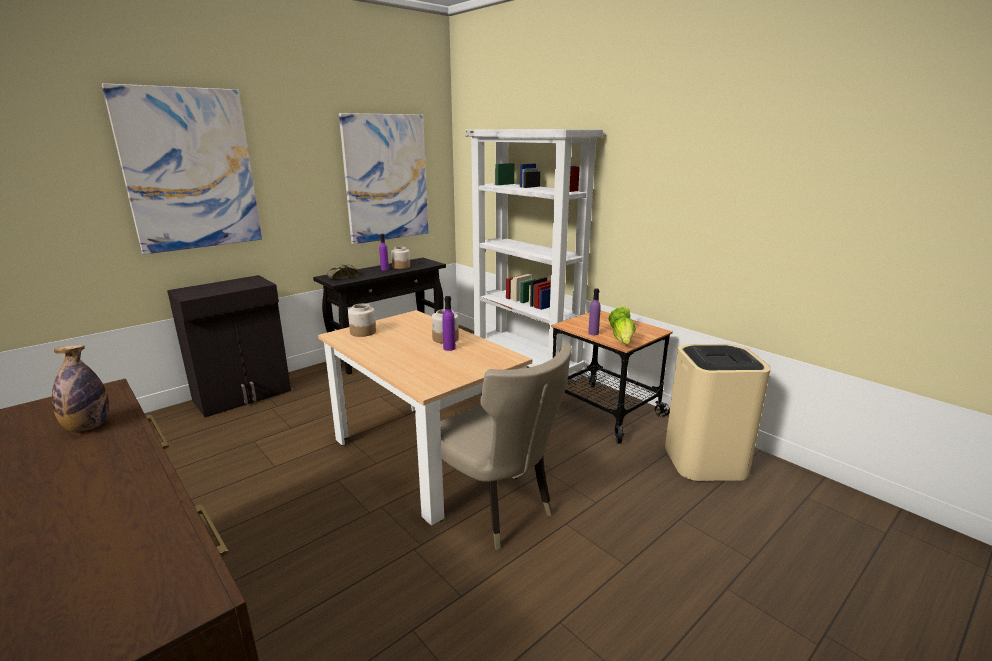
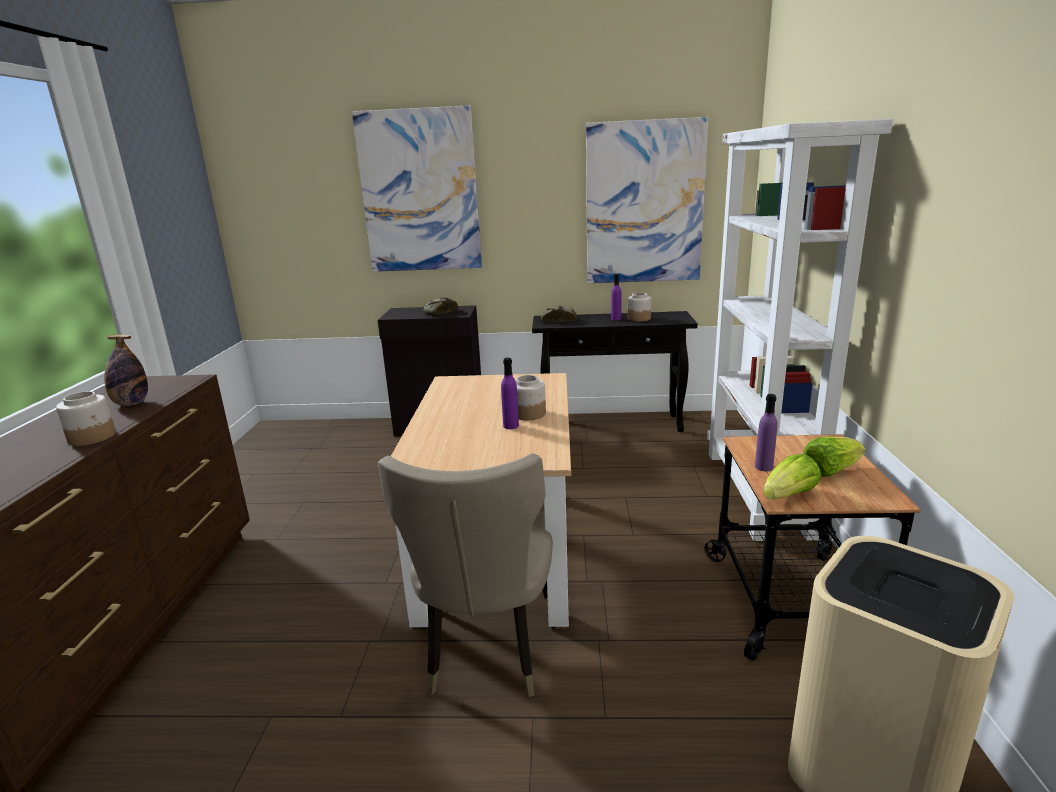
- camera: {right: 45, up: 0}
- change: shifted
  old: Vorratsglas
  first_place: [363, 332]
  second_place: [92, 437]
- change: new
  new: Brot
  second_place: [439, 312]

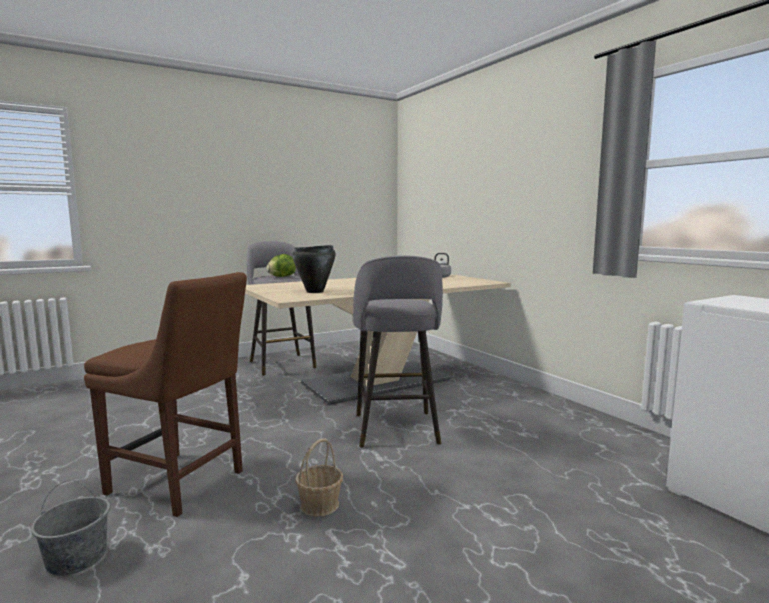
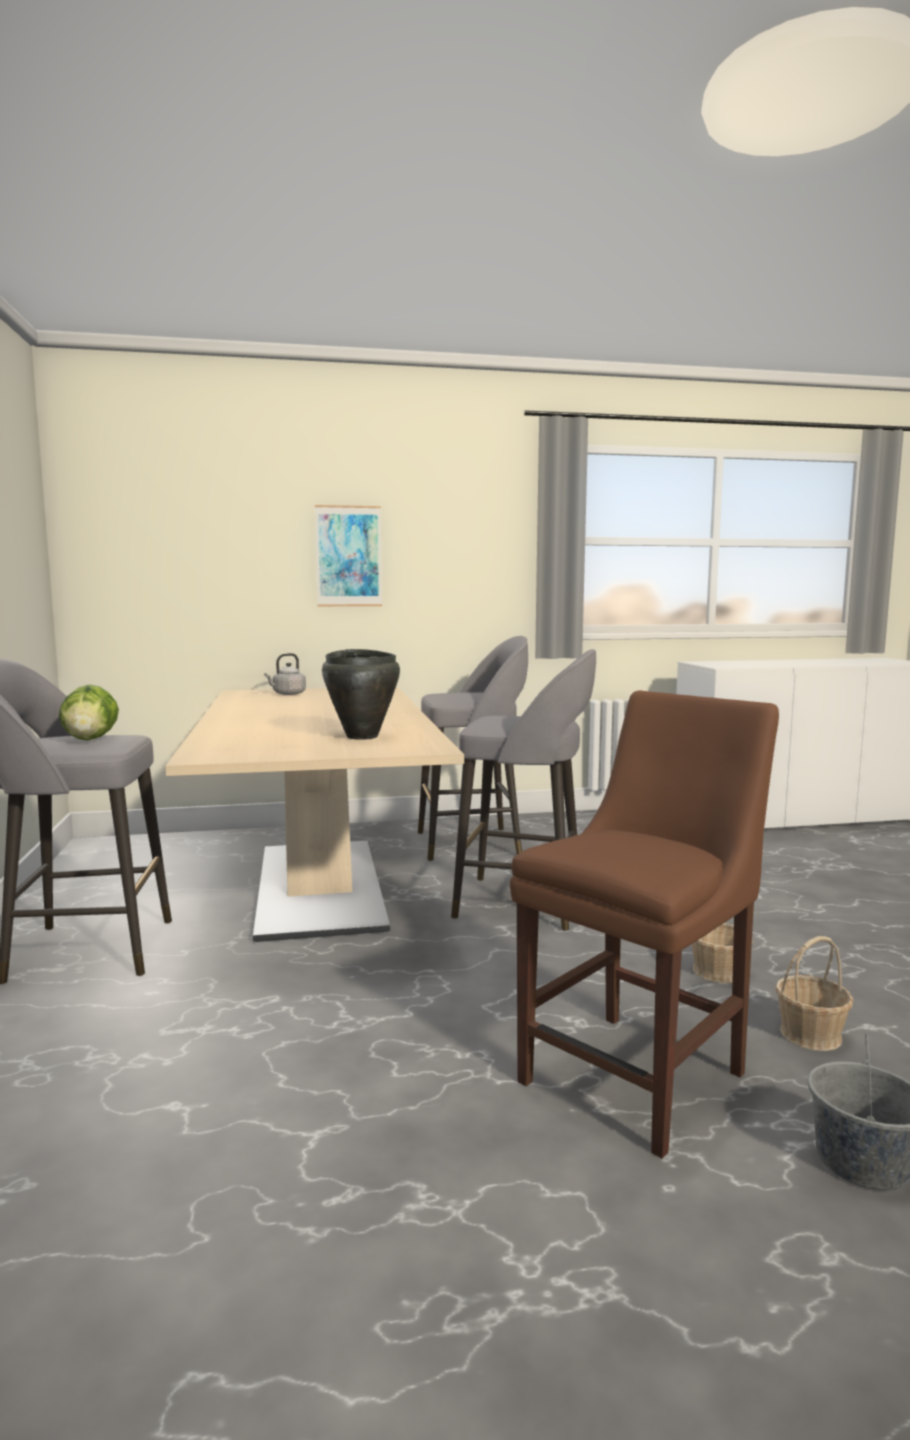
- camera: {right: -70, up: 0}
- change: new
  new: Bild
  second_place: [348, 556]
- change: new
  new: Hocker/grau
  second_place: [472, 844]
- change: new
  new: Korb
  second_place: [811, 1034]

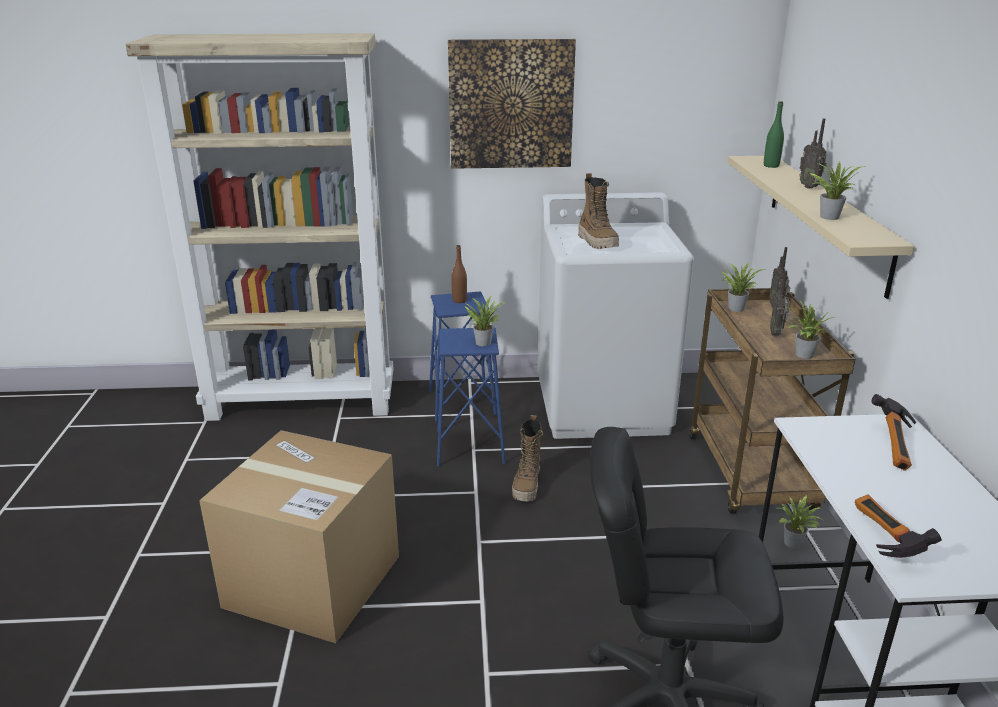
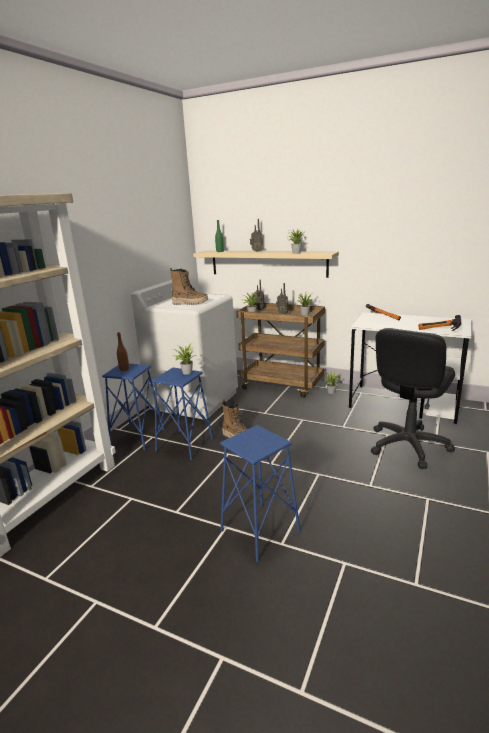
- camera: {right: -60, up: -5}
- change: swapped
  old: Karton
  new: Hocker/blau
  first_place: [313, 581]
  second_place: [260, 531]
- change: gone
  old: Bild
  first_place: [511, 104]

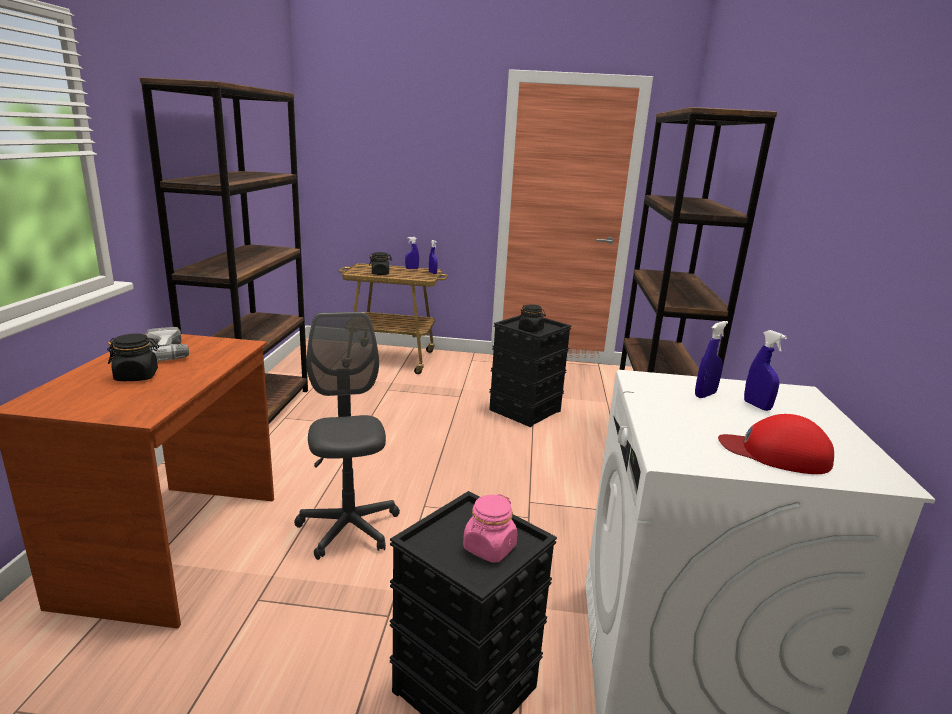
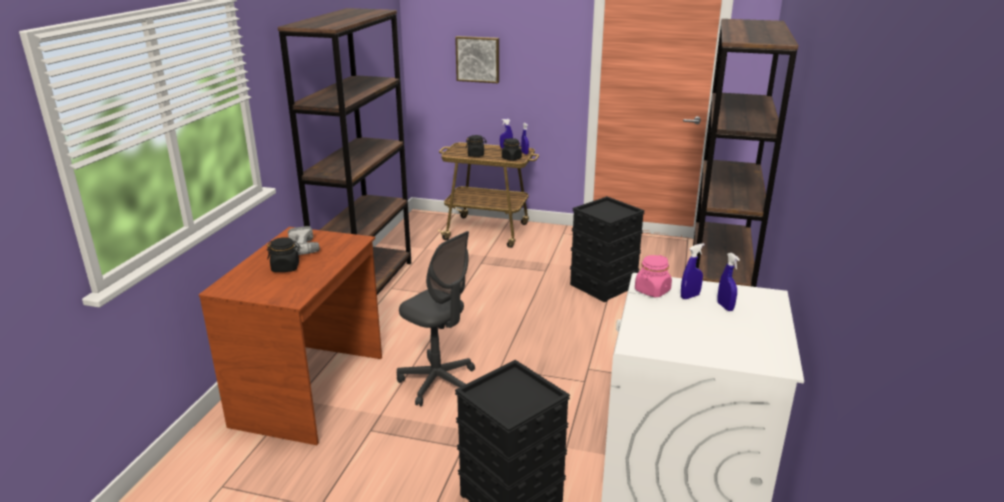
- camera: {right: 10, up: 5}
- change: rotated
  old: Bürostuhl/grau
  first_place: [348, 528]
  second_place: [438, 382]
  degrees: 135
- change: shifted
  old: Vorratsglas/rosa
  first_place: [489, 548]
  second_place: [652, 291]
- change: shifted
  old: Vorratsglas/schwarz
  first_place: [531, 330]
  second_place: [511, 158]
- change: gone
  old: Kappe/rot
  first_place: [775, 453]
- change: new
  new: Bild
  second_place: [478, 59]

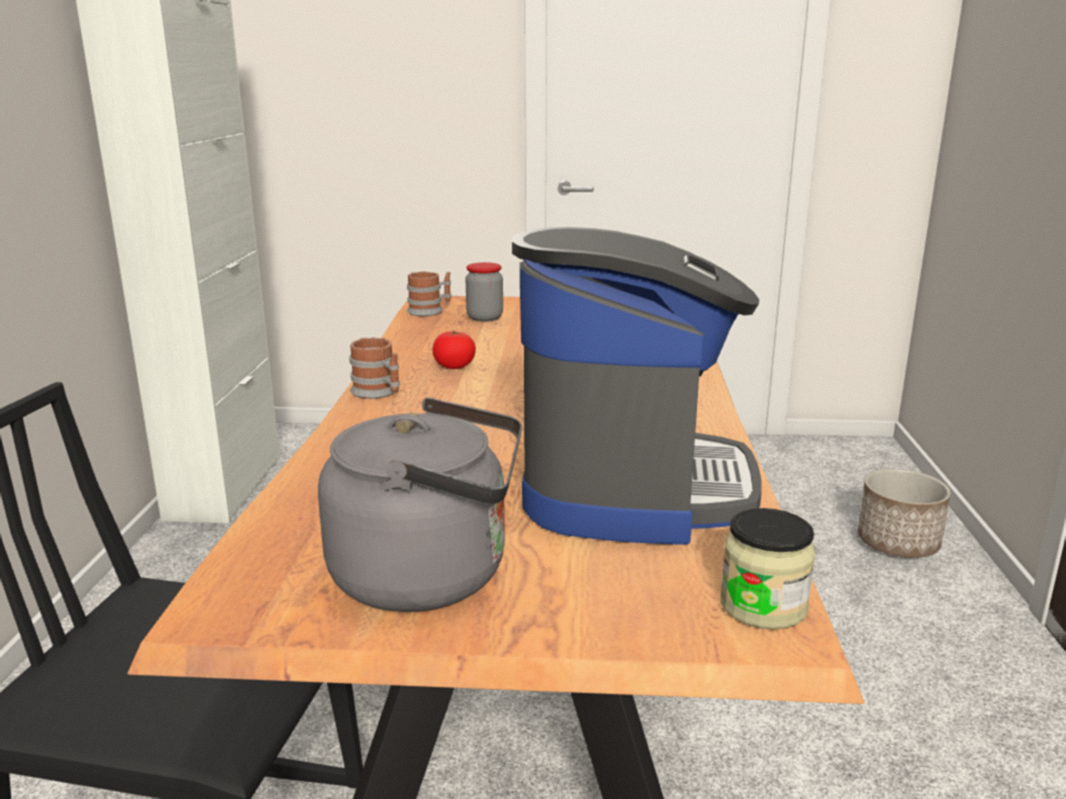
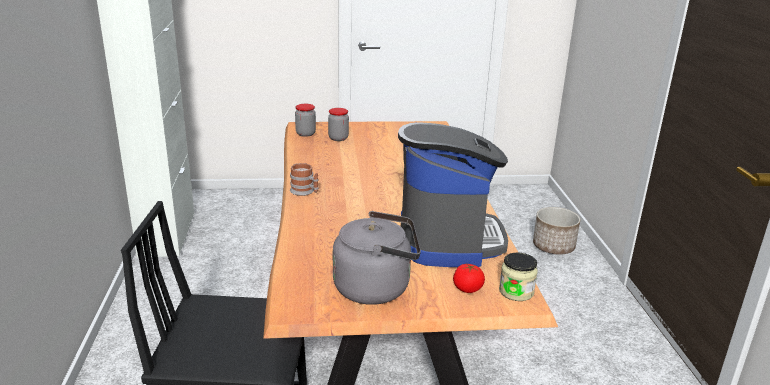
- camera: {right: -10, up: 5}
- change: swapped
  old: Henkelbecher
  new: Vorratsglas
  first_place: [430, 310]
  second_place: [305, 134]
- change: shifted
  old: Tomate
  first_place: [454, 366]
  second_place: [467, 288]

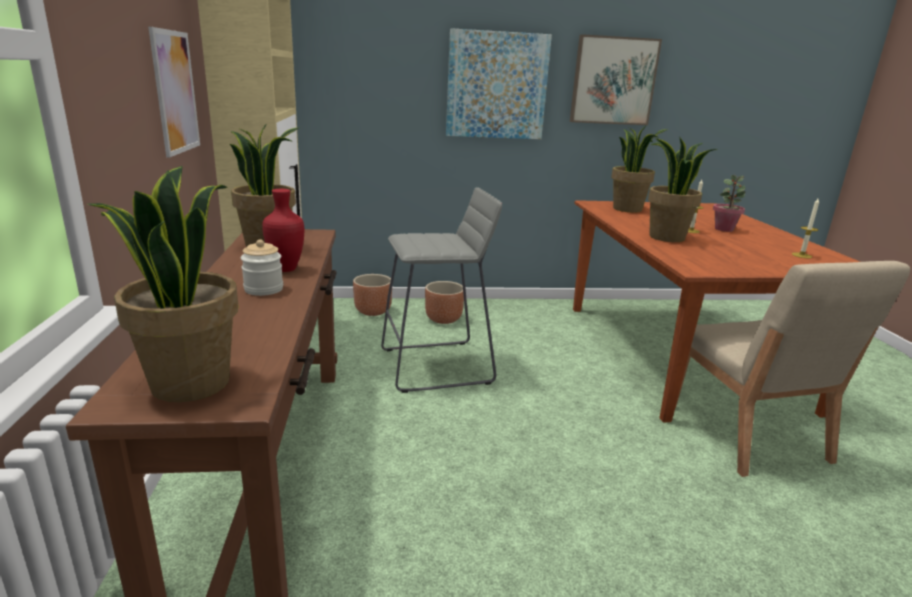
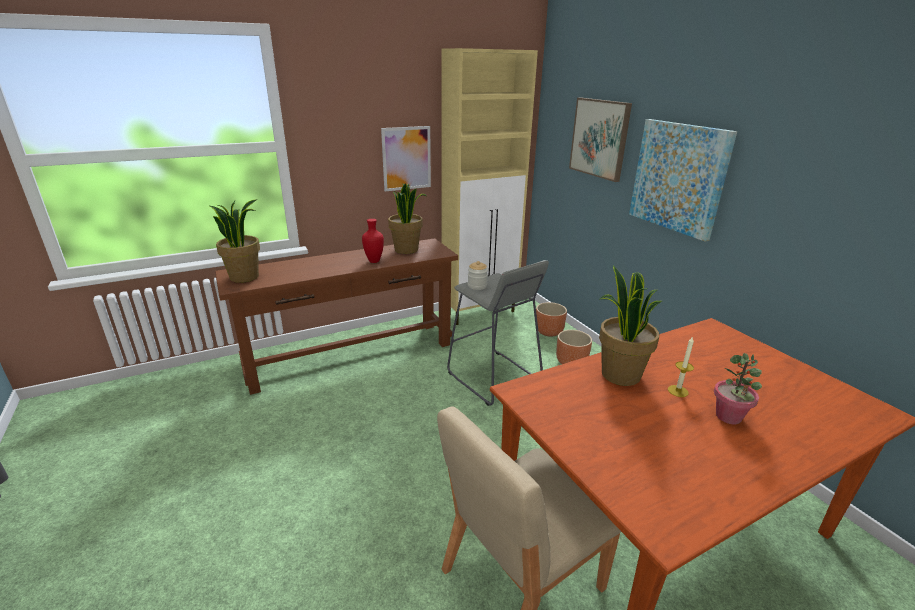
- camera: {right: 70, up: 5}
- change: shifted
  old: Vorratsglas
  first_place: [263, 289]
  second_place: [477, 286]
- change: shifted
  old: Bild
  first_place: [613, 81]
  second_place: [599, 138]
- change: gone
  old: Topfpflanze
  first_place: [628, 209]
- change: gone
  old: Kerze
  first_place: [801, 255]

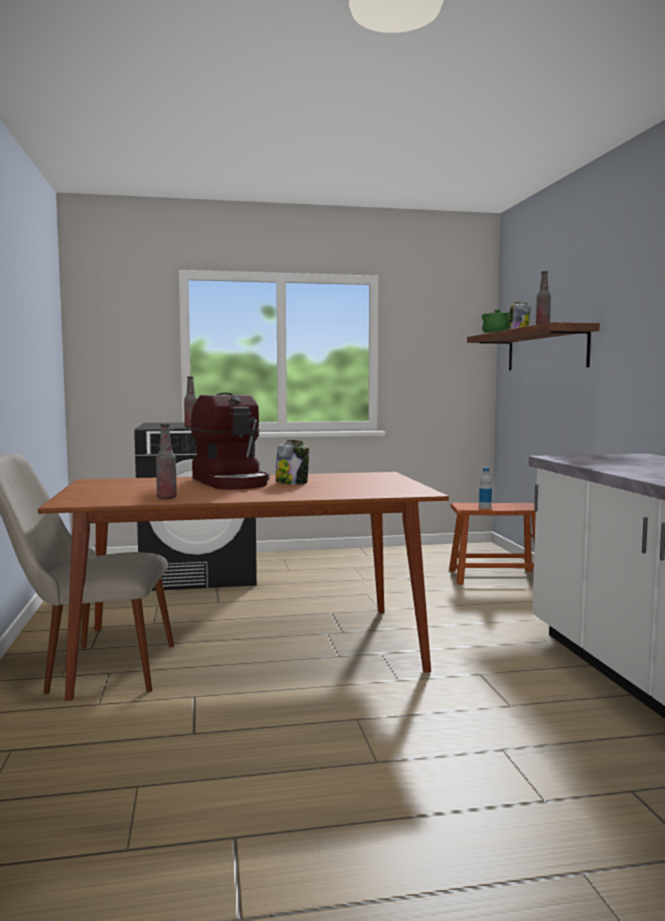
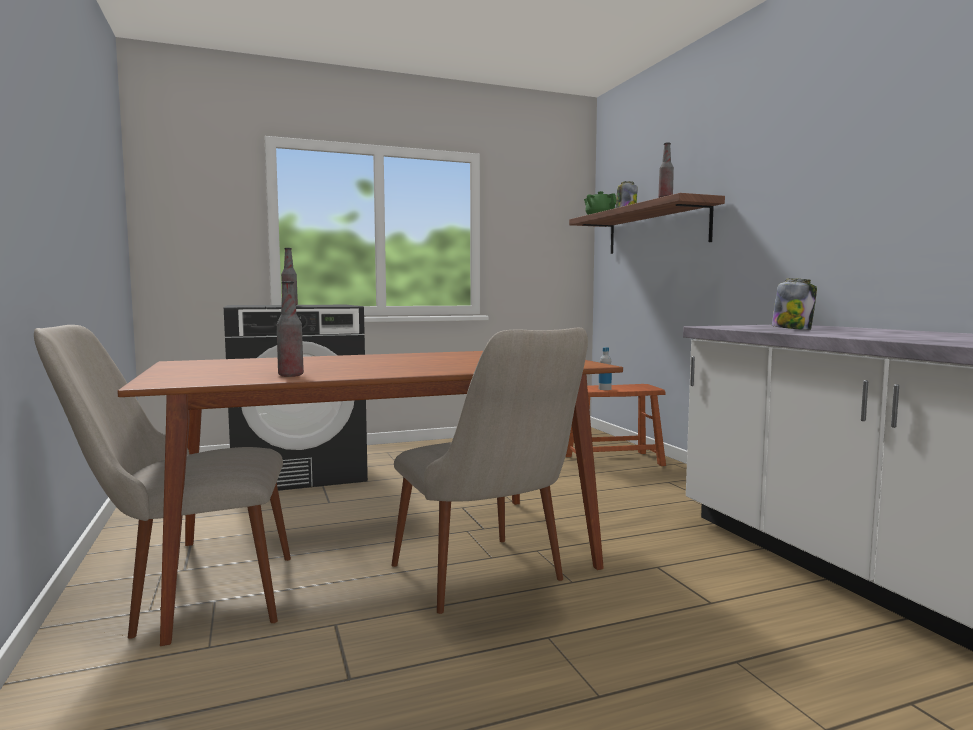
- camera: {right: -10, up: 0}
- change: gone
  old: Kaffeemaschine
  first_place: [232, 482]
- change: shifted
  old: Vorratsglas
  first_place: [292, 483]
  second_place: [792, 329]
- change: new
  new: Stuhl/beige
  second_place: [490, 584]

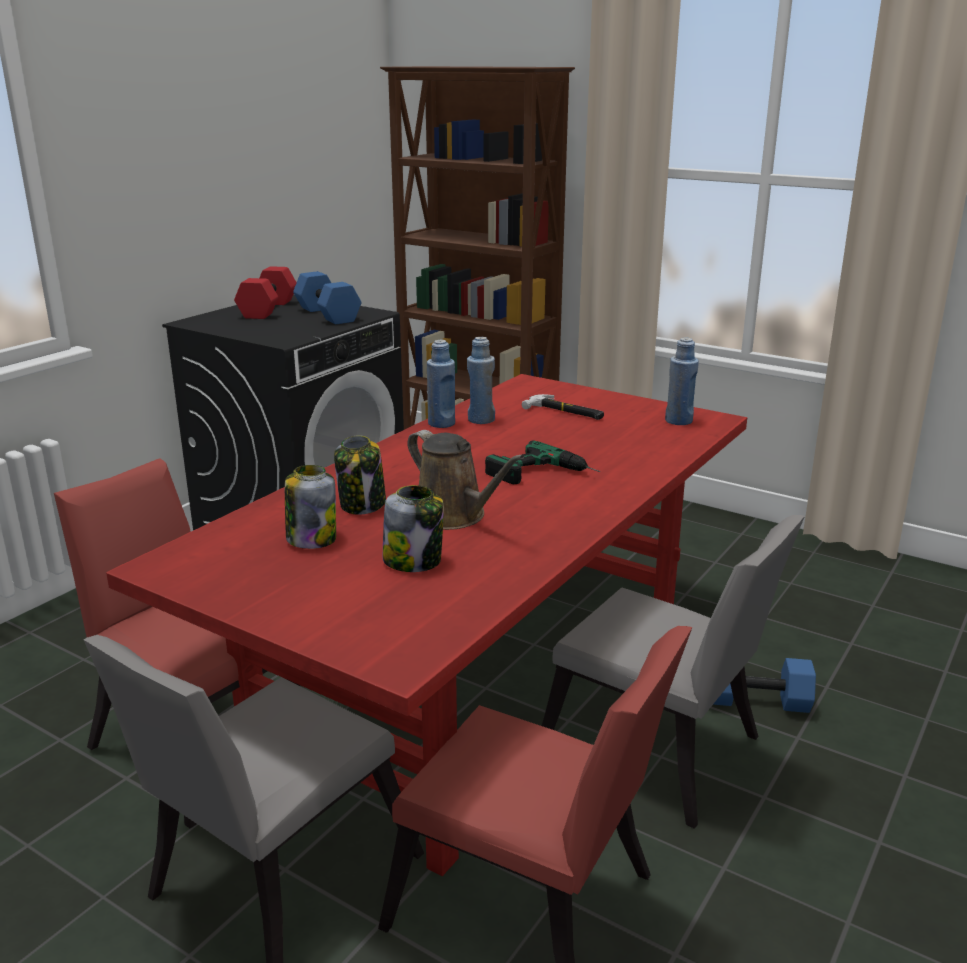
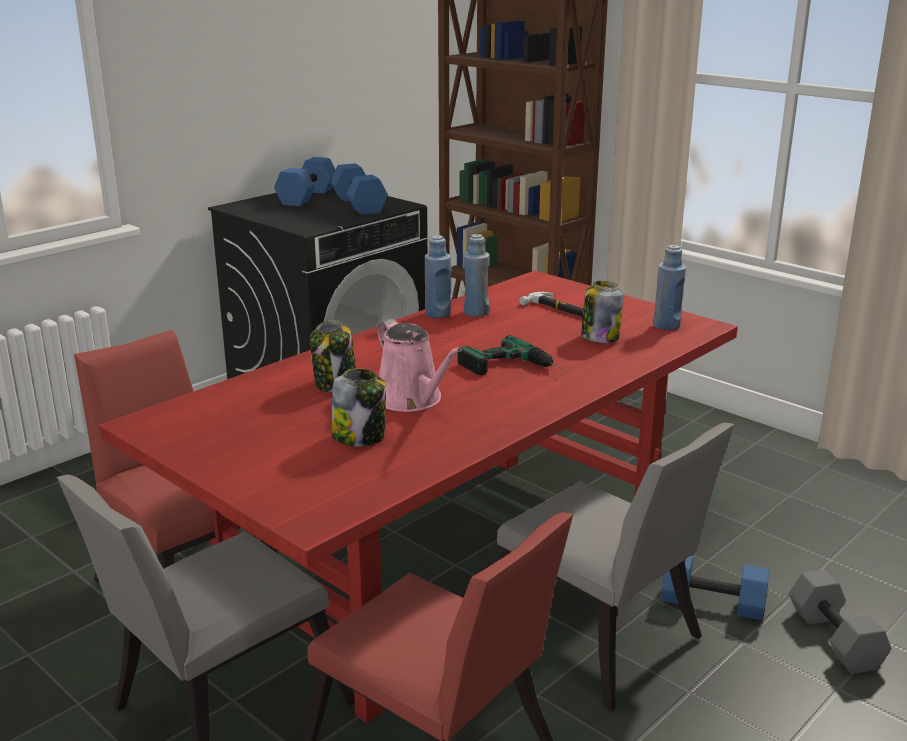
- camera: {right: 10, up: 0}
- change: repainted
  old: Hantel/rot
  new: Hantel/blau
  first_place: [269, 309]
  second_place: [308, 197]
- change: shifted
  old: Vorratsglas
  first_place: [311, 539]
  second_place: [599, 337]
- change: repainted
  old: Gießkanne/braun
  new: Gießkanne/rosa
  first_place: [454, 516]
  second_place: [412, 400]
- change: new
  new: Hantel/grau
  second_place: [836, 639]

